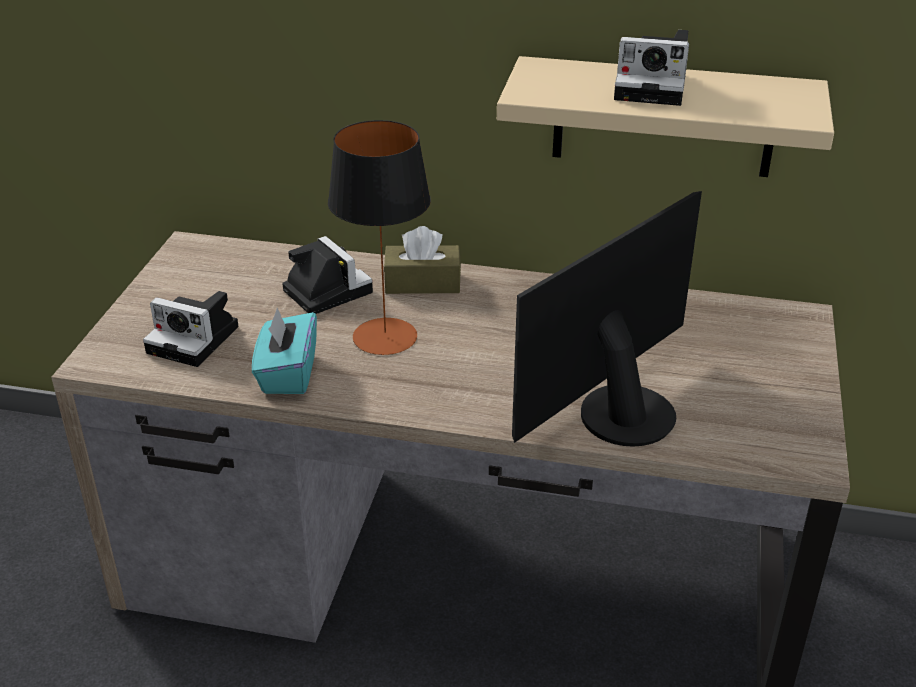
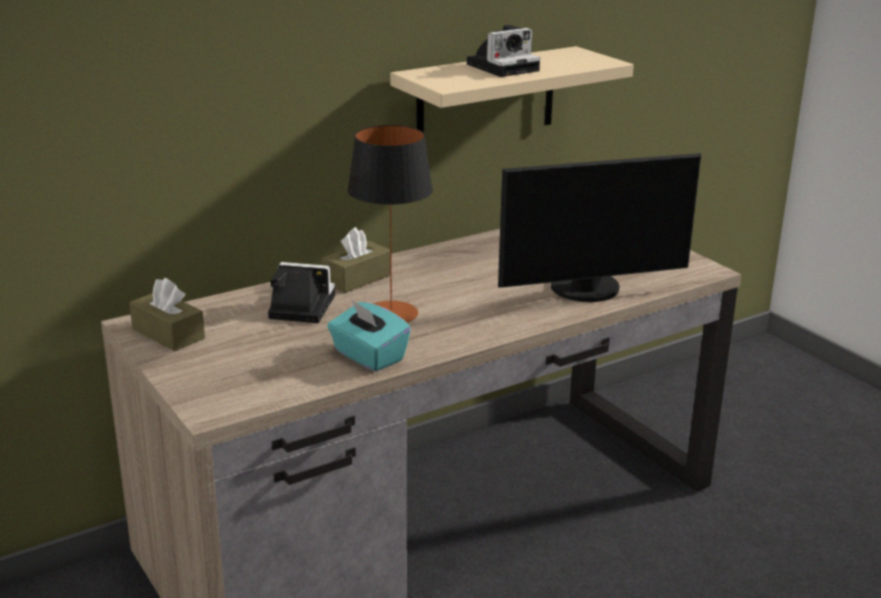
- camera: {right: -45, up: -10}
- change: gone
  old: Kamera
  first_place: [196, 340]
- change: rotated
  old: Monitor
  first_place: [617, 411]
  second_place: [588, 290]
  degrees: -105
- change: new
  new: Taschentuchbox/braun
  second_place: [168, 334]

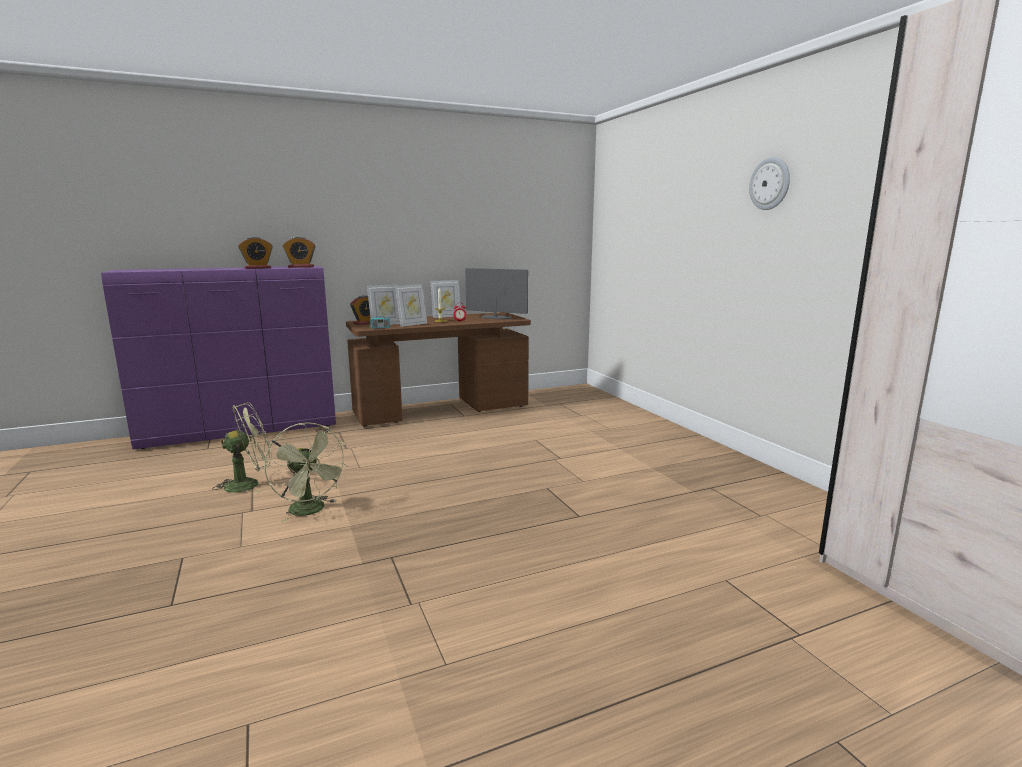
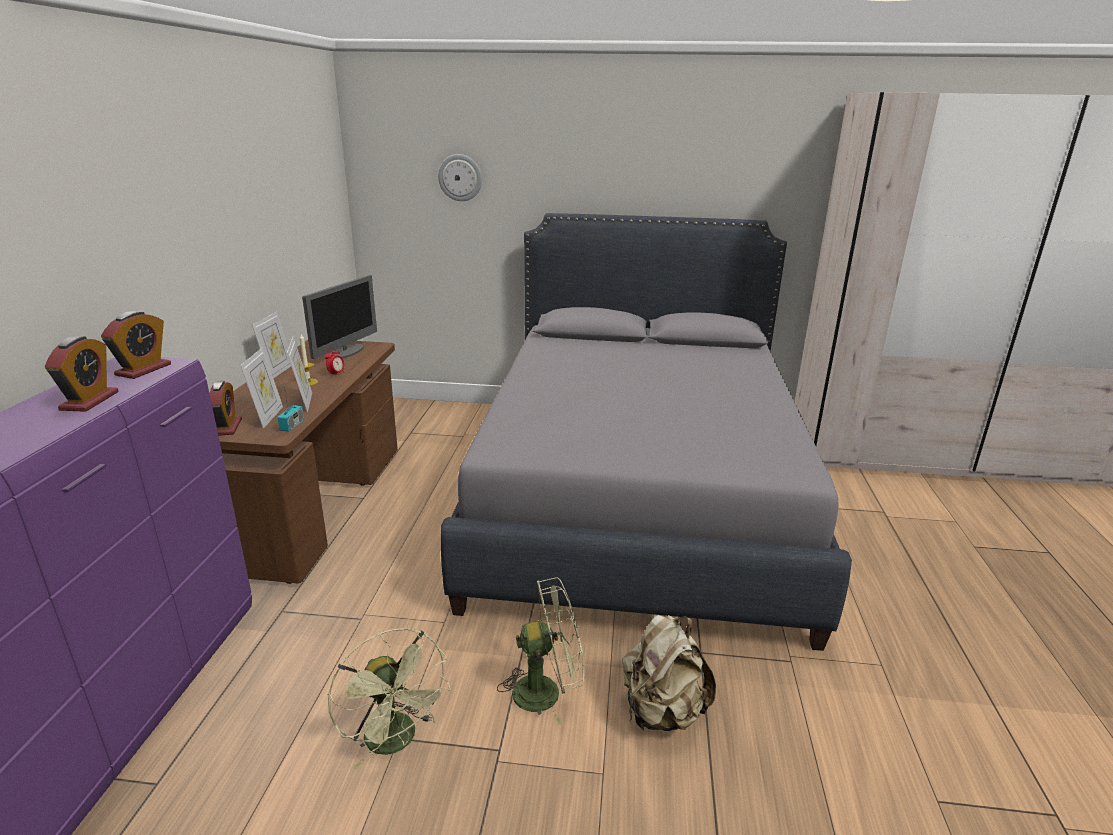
- camera: {right: -60, up: 10}
- change: rotated
  old: Ventilator/grün
  first_place: [249, 484]
  second_place: [397, 741]
  degrees: 150
- change: rotated
  old: Monitor
  first_place: [496, 317]
  second_place: [346, 352]
  degrees: 150
- change: shifted
  old: Wanduhr
  first_place: [770, 184]
  second_place: [460, 177]
- change: new
  new: Bett/grau
  second_place: [637, 497]
- change: new
  new: Rucksack/beige
  second_place: [662, 712]

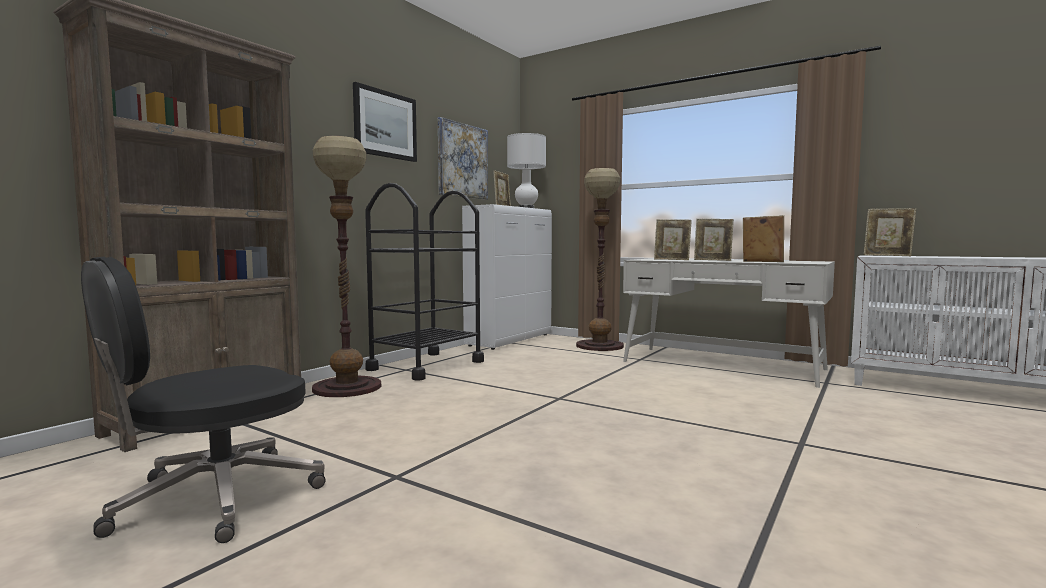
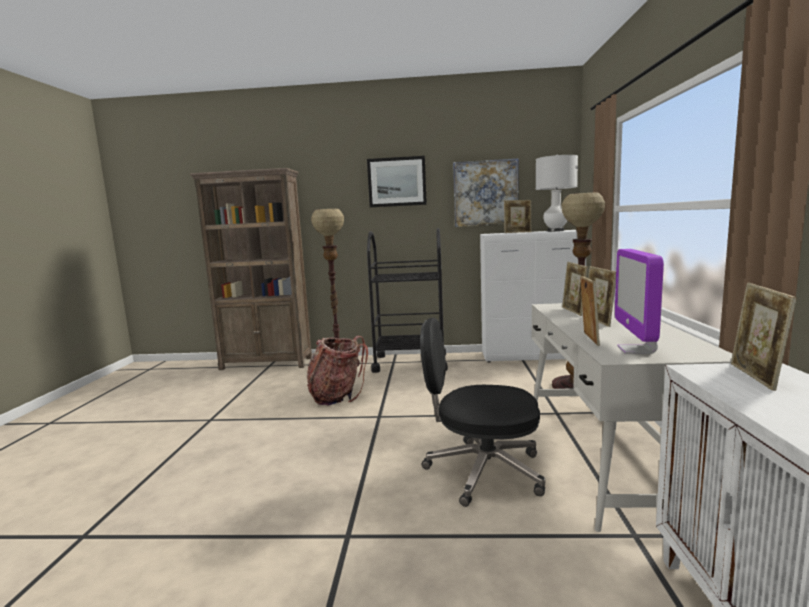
- camera: {right: 60, up: 5}
- change: shifted
  old: Bürostuhl/schwarz
  first_place: [214, 499]
  second_place: [482, 471]
- change: new
  new: Rucksack
  second_place: [337, 396]
- change: new
  new: Monitor
  second_place: [636, 350]

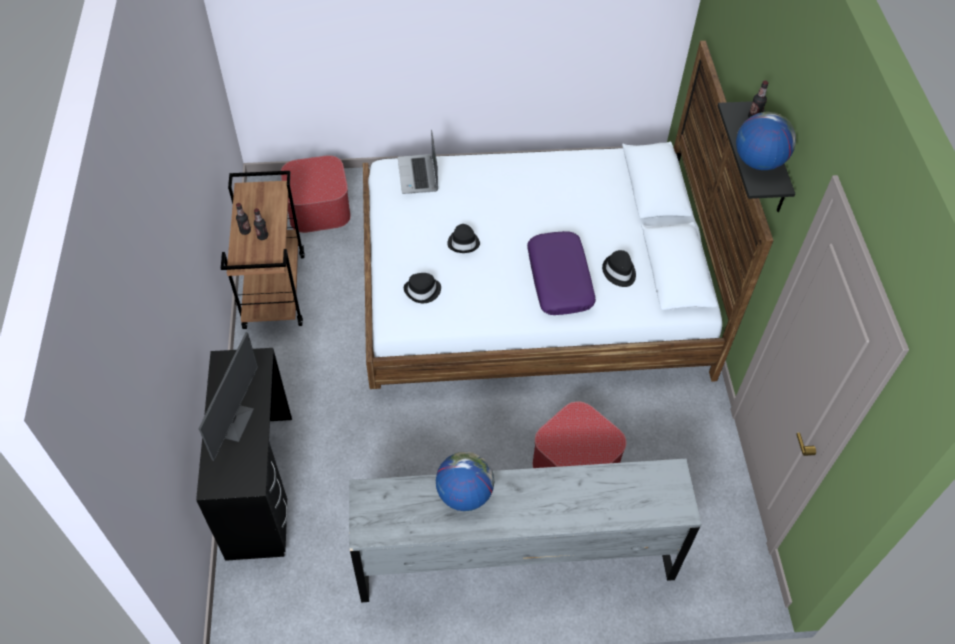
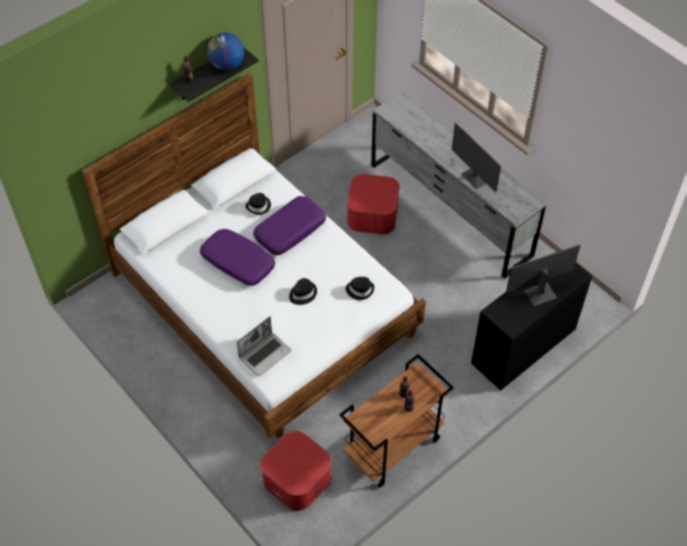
- camera: {right: -125, up: 0}
- change: swapped
  old: Globus
  new: Monitor
  first_place: [464, 494]
  second_place: [475, 177]
- change: new
  new: Kissen/lila
  second_place: [237, 262]

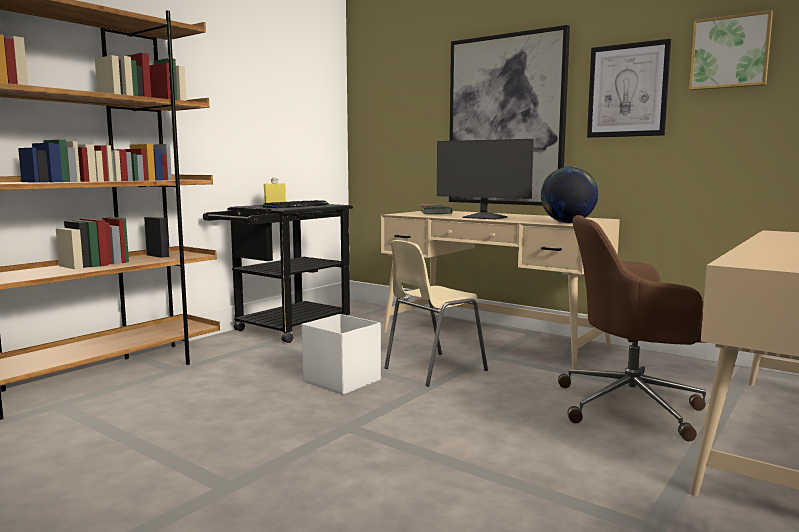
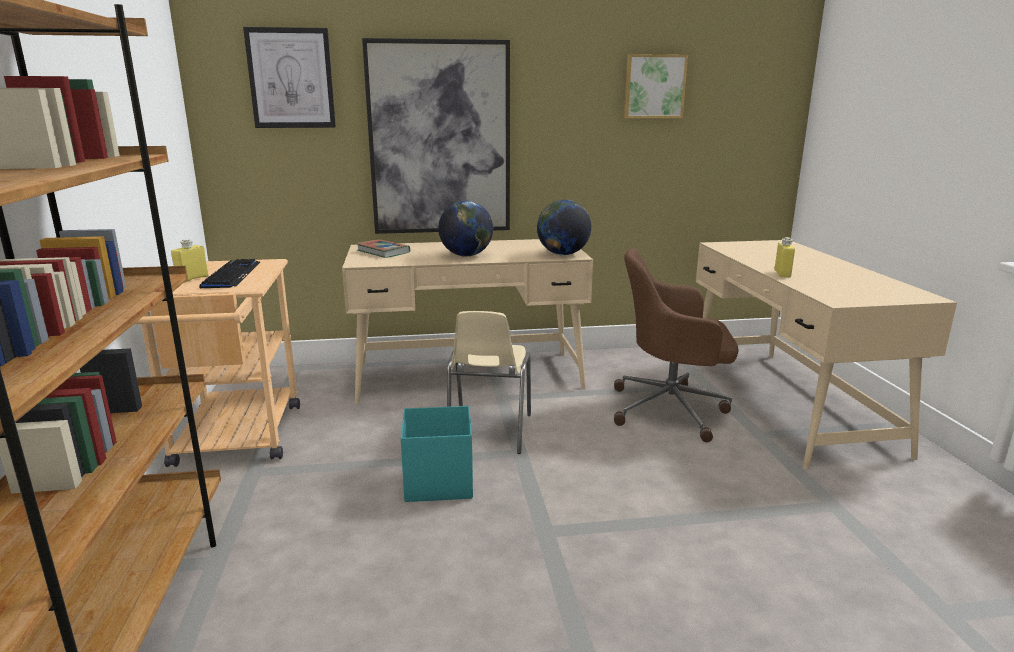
- camera: {right: -45, up: 10}
- change: repainted
  old: Rollwagen/schwarz
  new: Rollwagen/beige
  first_place: [285, 330]
  second_place: [236, 441]
- change: repainted
  old: Aufbewahrungsbox/weiß
  new: Aufbewahrungsbox/türkis
  first_place: [341, 380]
  second_place: [437, 483]
- change: swapped
  old: Monitor
  new: Globus
  first_place: [484, 217]
  second_place: [466, 256]
- change: rotated
  old: Bürostuhl/braun
  first_place: [633, 406]
  second_place: [671, 409]
  degrees: 45
- change: shifted
  old: Bild
  first_place: [627, 90]
  second_place: [291, 78]
- change: new
  new: Flasche/gelb
  second_place: [782, 274]

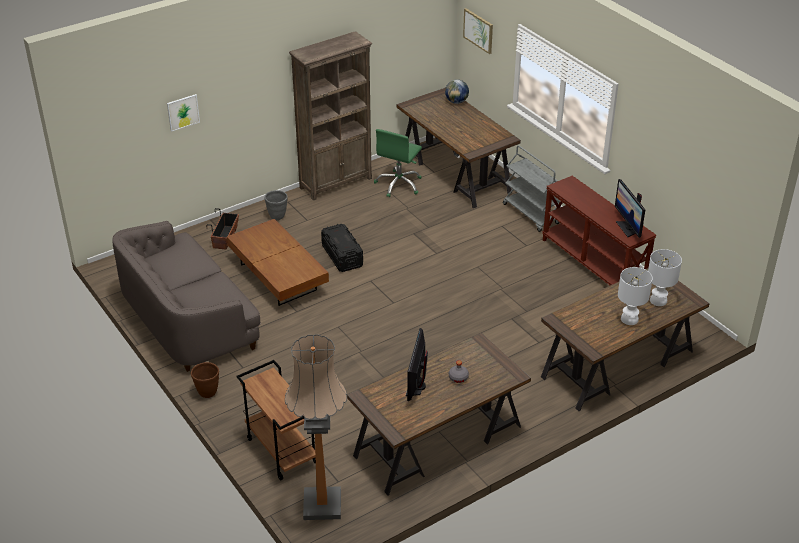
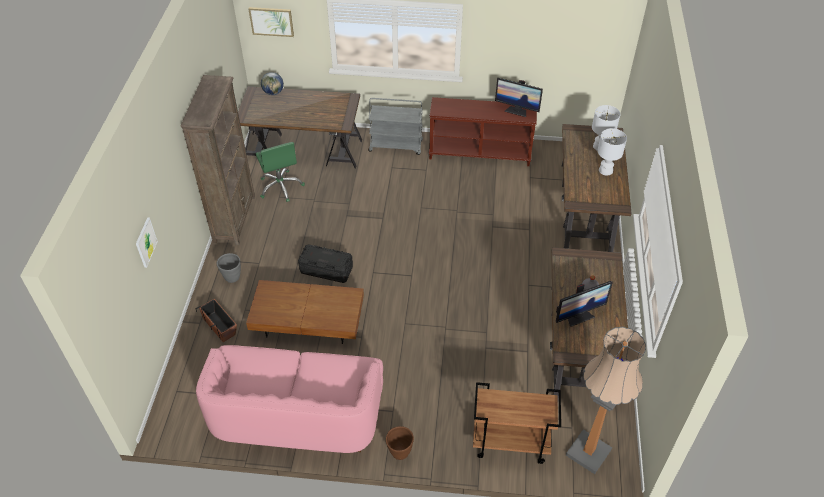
- camera: {right: -50, up: 10}
- change: repainted
  old: Sofa/grau
  new: Sofa/rosa
  first_place: [188, 319]
  second_place: [296, 413]
- change: rotated
  old: Monitor
  first_place: [416, 386]
  second_place: [578, 316]
  degrees: -75

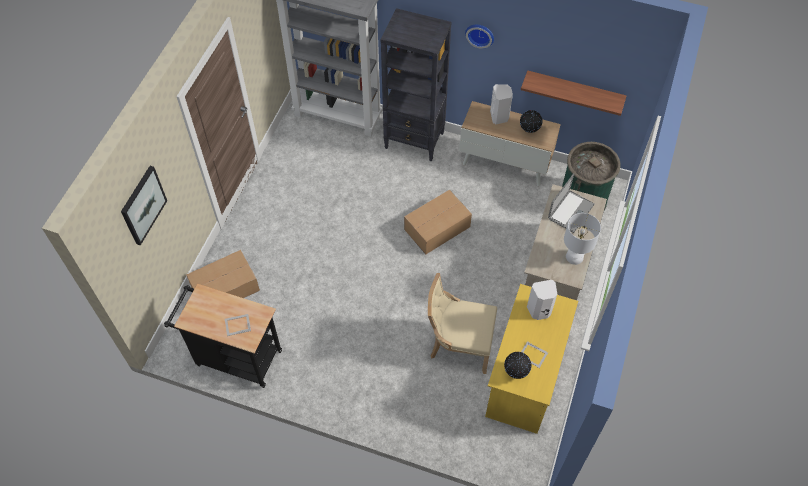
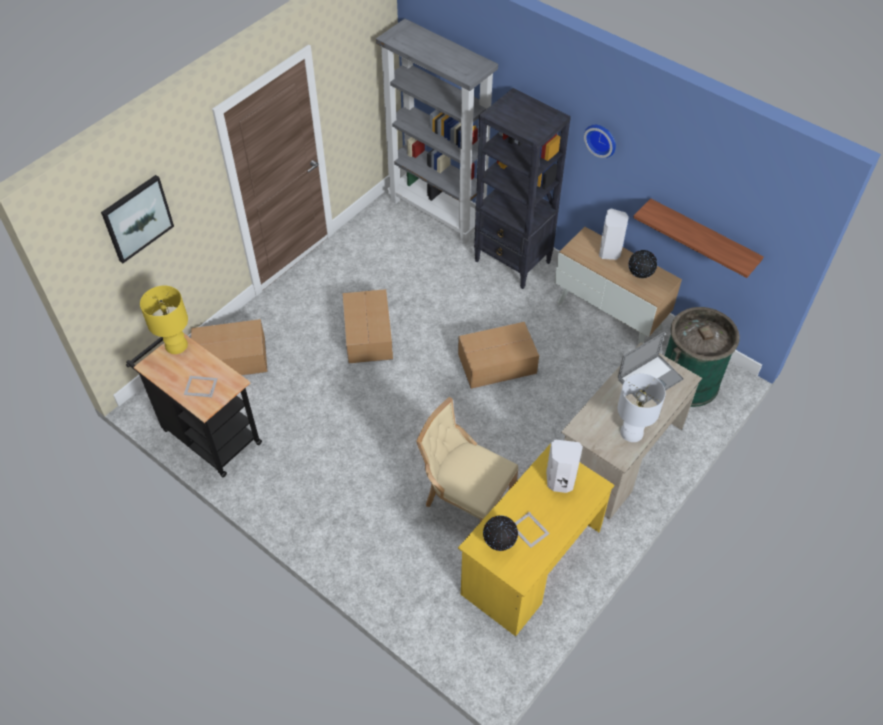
- camera: {right: 20, up: -5}
- change: new
  new: Tischlampe/gelb
  second_place: [176, 346]
- change: new
  new: Karton
  second_place: [368, 334]

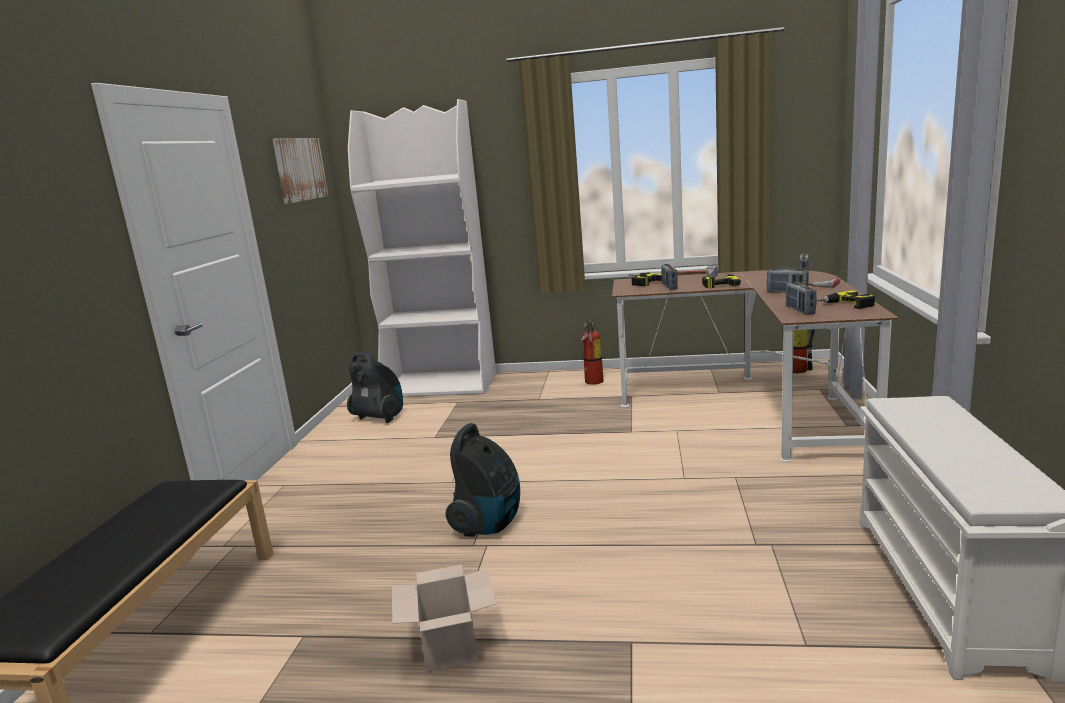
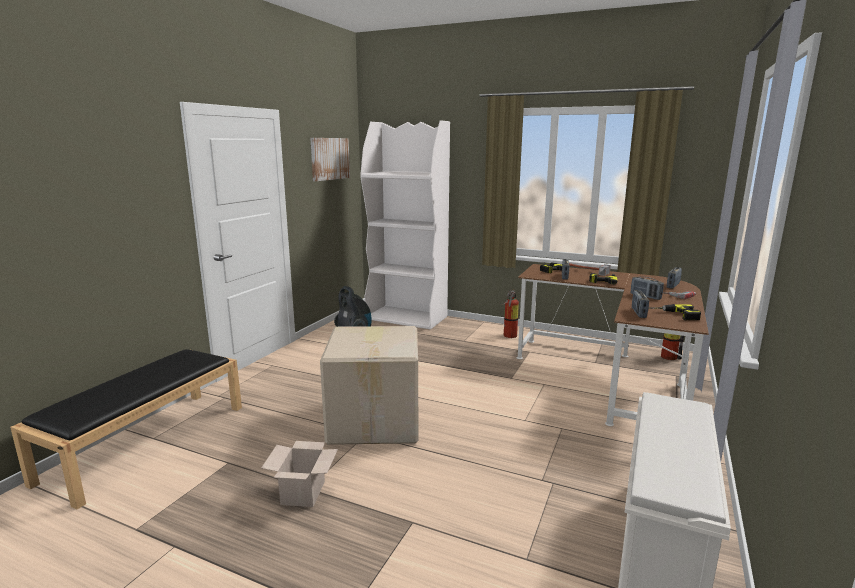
- camera: {right: 15, up: 0}
- change: swapped
  old: Staubsauger
  new: Karton
  first_place: [489, 524]
  second_place: [376, 420]

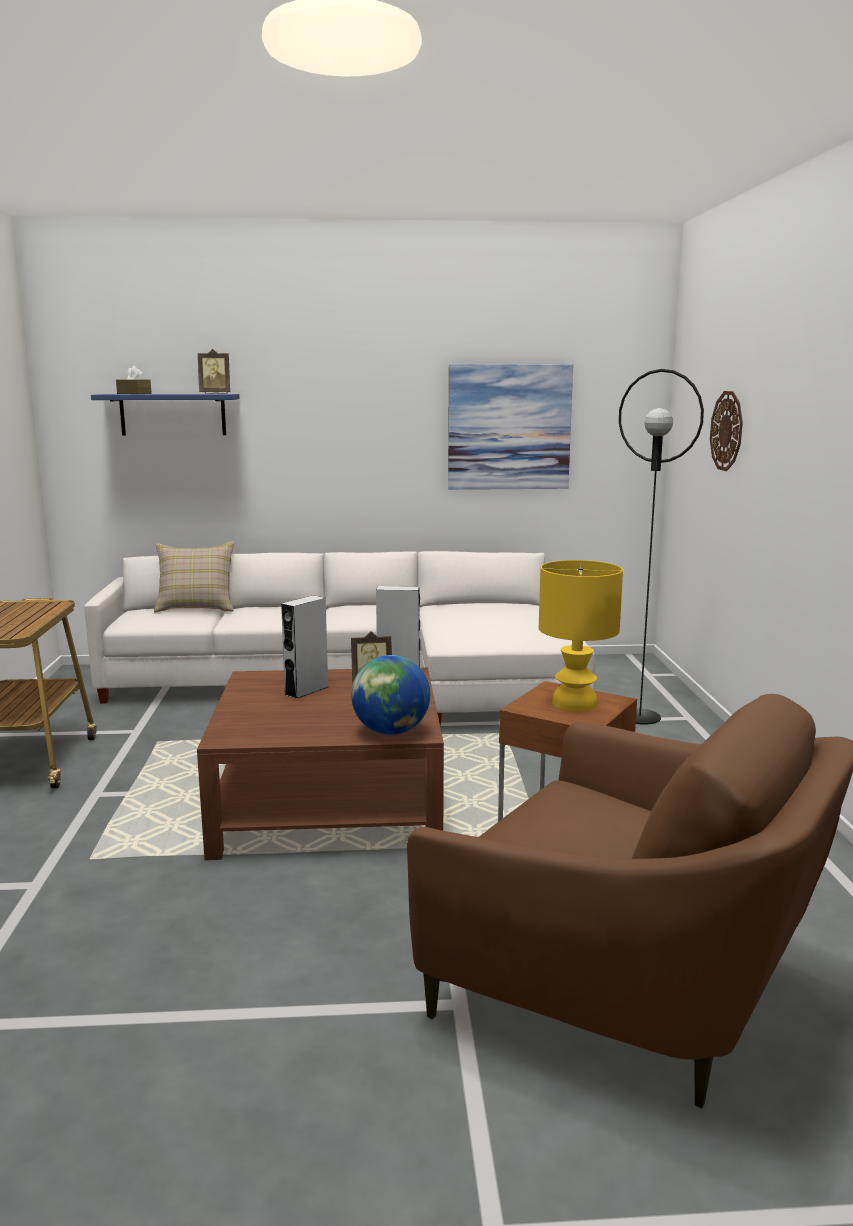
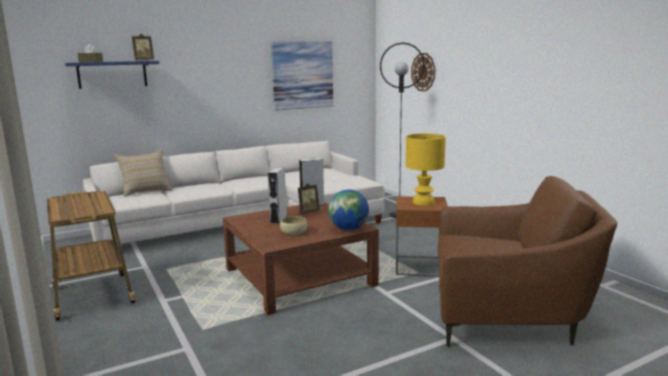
- camera: {right: -25, up: 0}
- change: new
  new: Schüssel/beige
  second_place: [293, 232]

